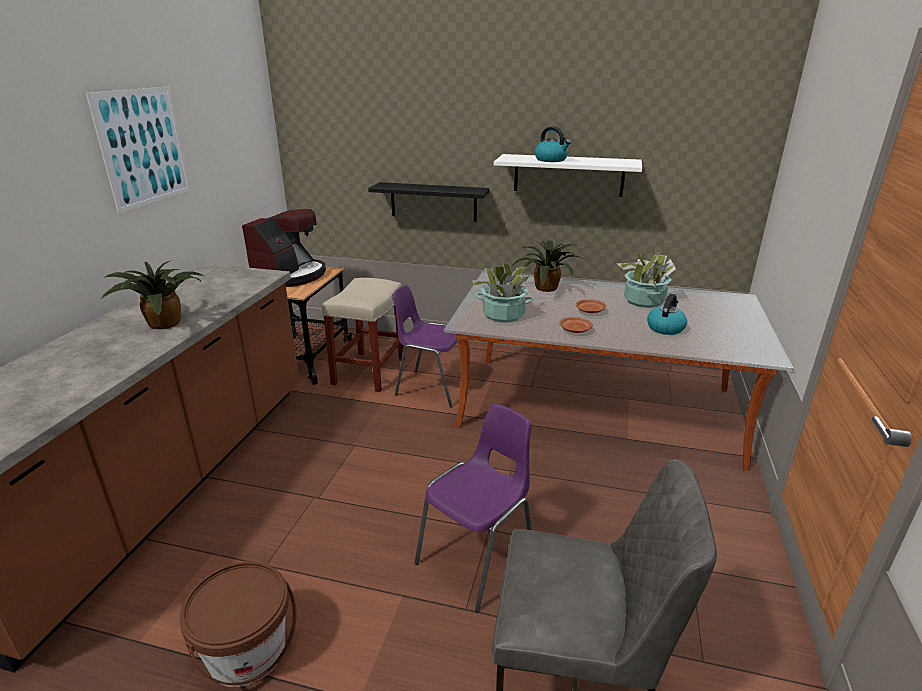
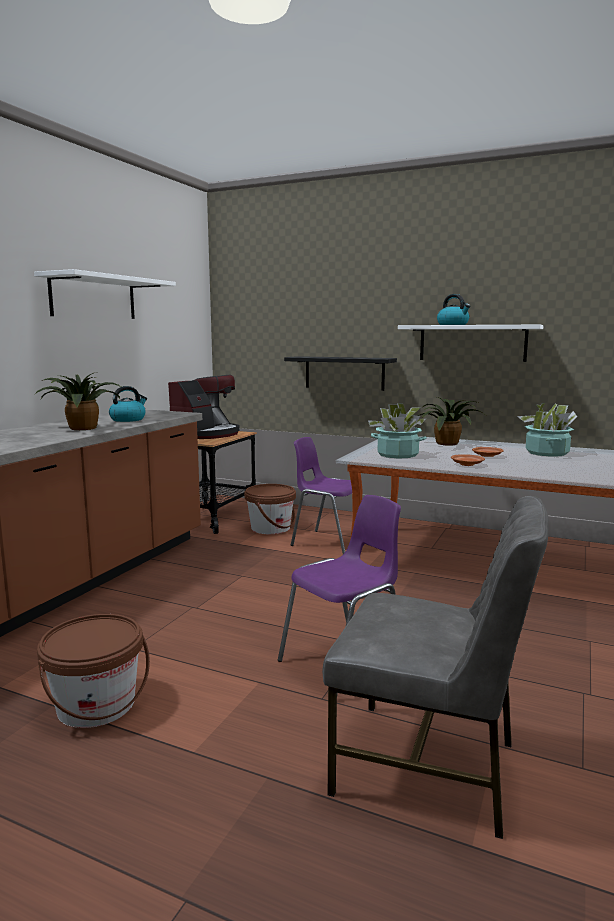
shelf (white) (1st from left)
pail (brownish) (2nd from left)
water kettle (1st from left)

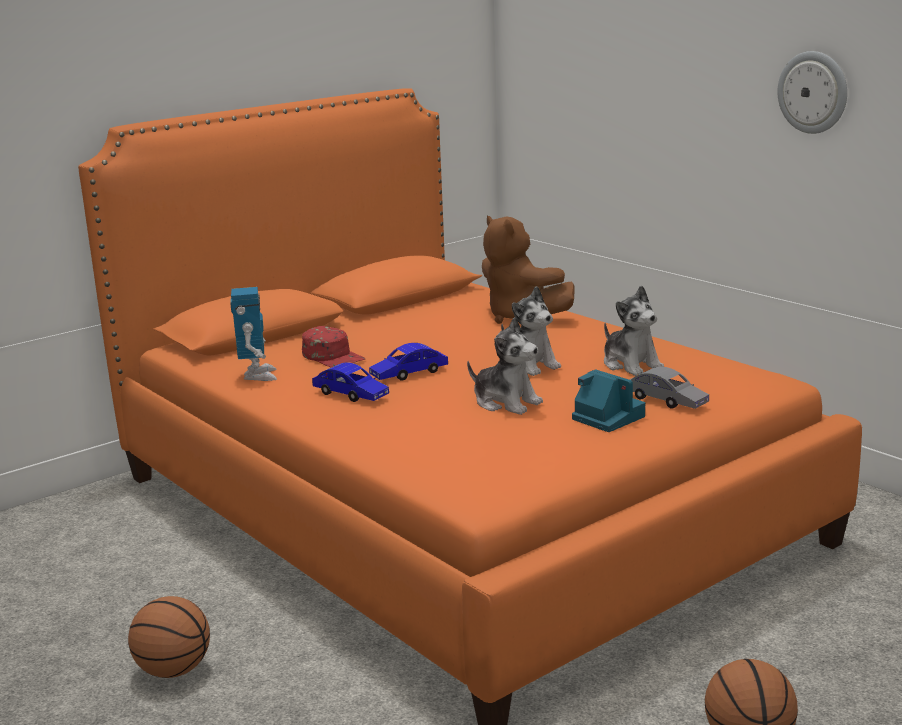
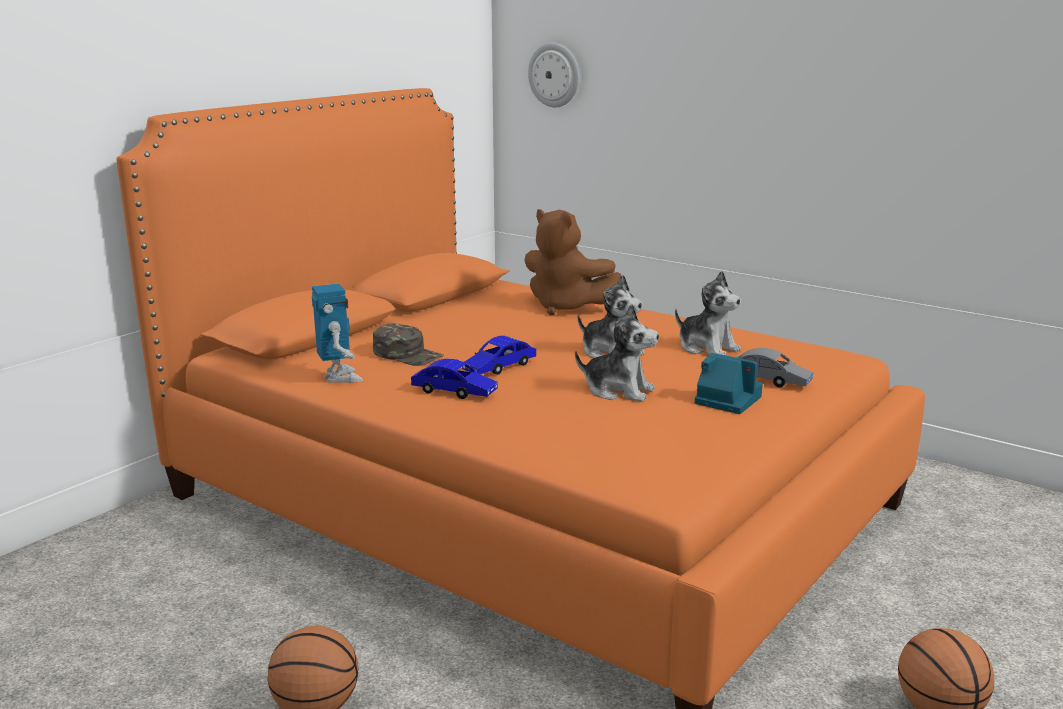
wall clock
peaked cap (green)

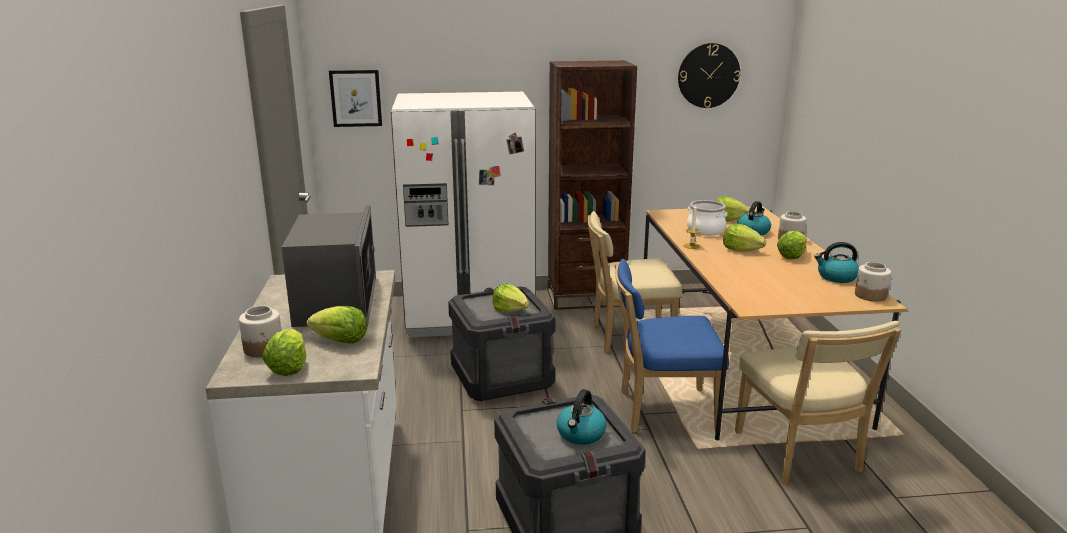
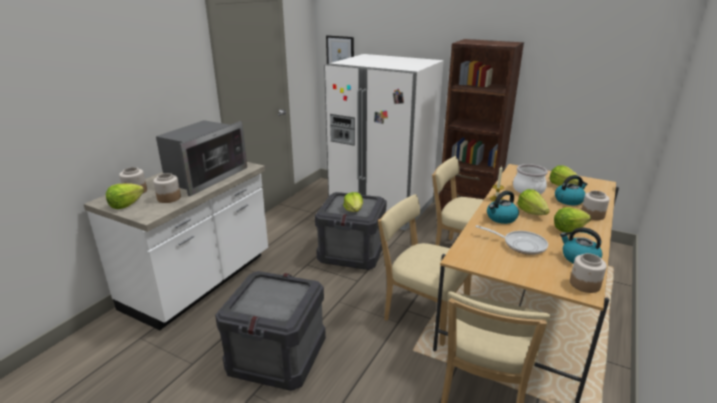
wall clock
upright chair (beige) (1st from left)
preserve jar (2nd from left)
water kettle (1st from left)
skillet

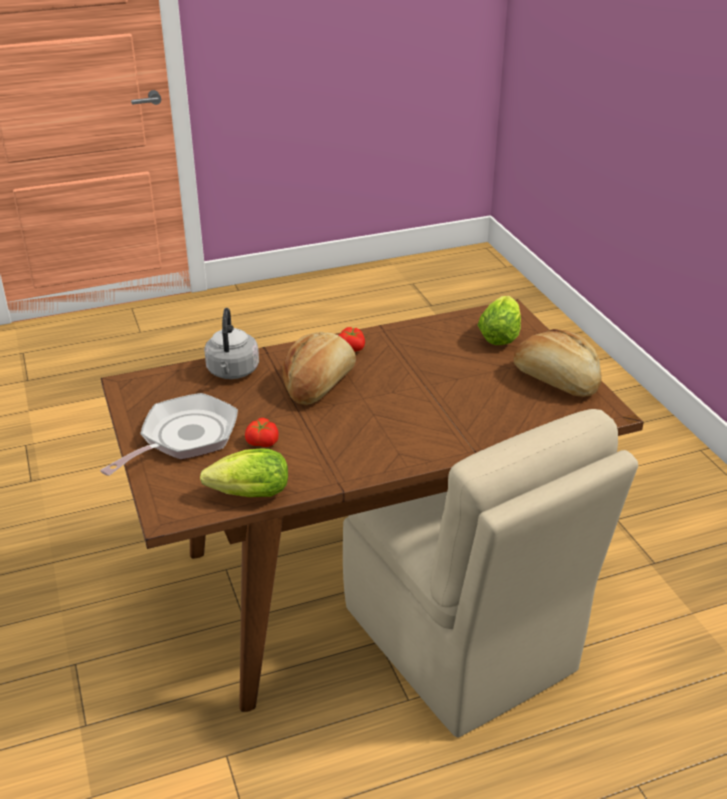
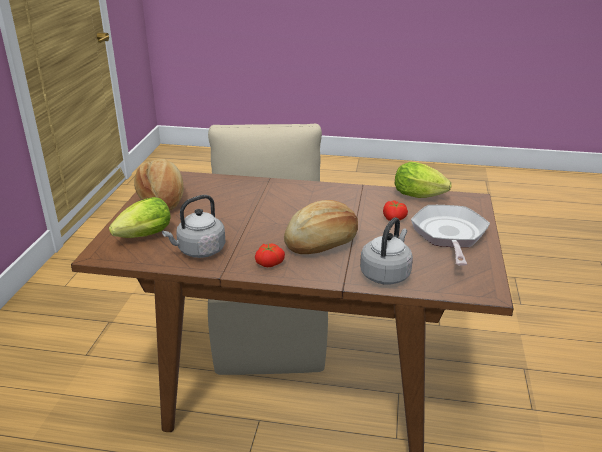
skillet
water kettle (grey) (1st from left)

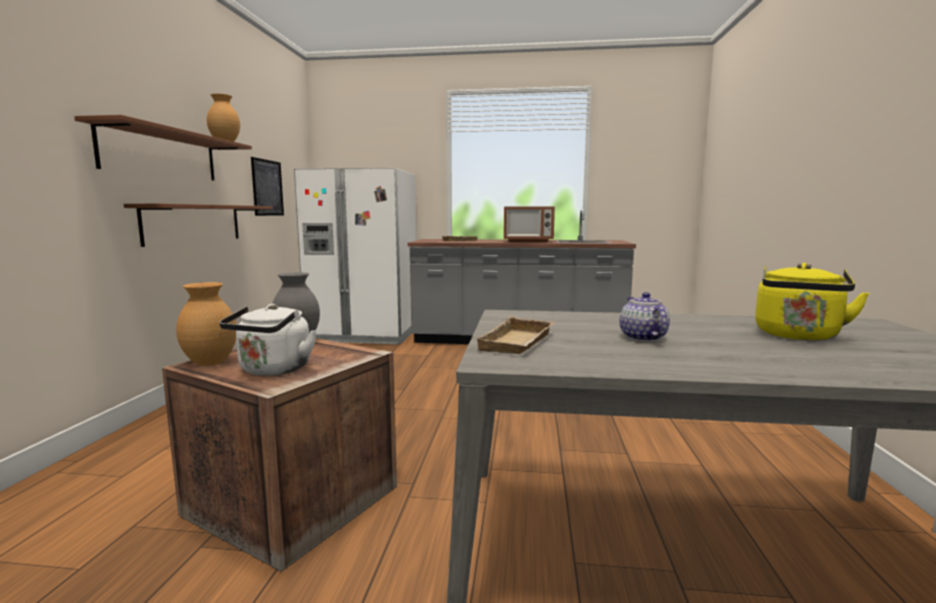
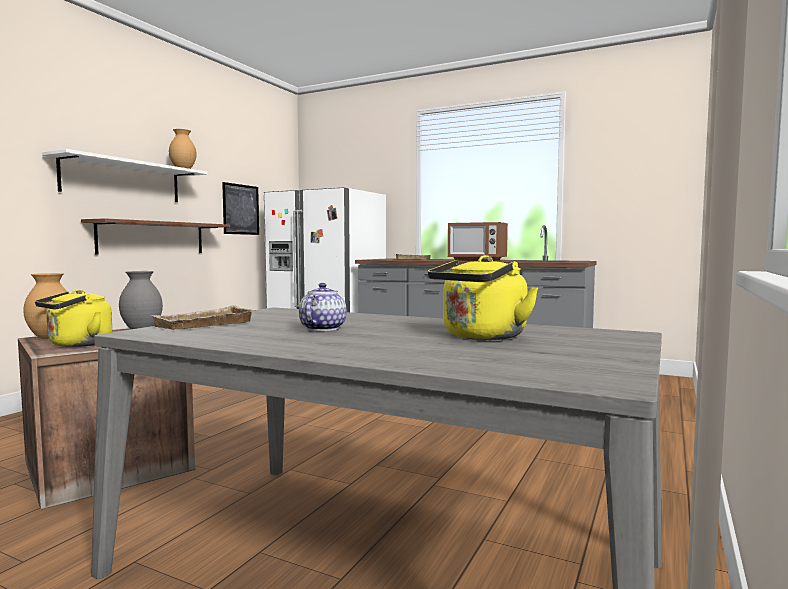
shelf (white)
water kettle (yellow) (1st from left)

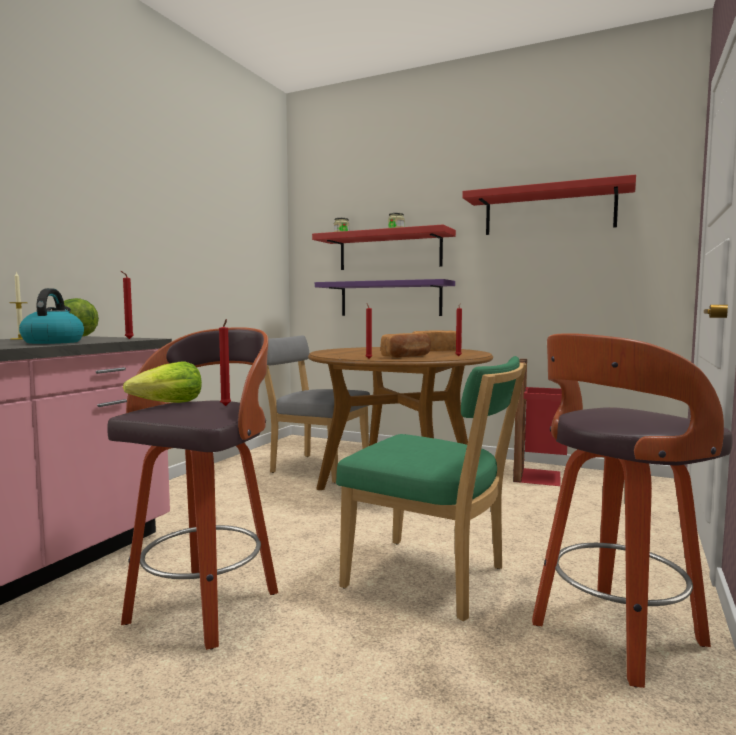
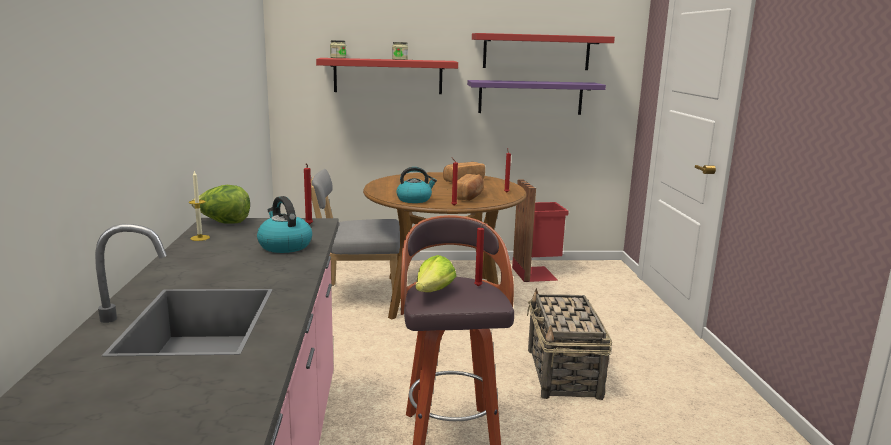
shelf (purple)
sitting stool (2nd from left in the first image)
storage basket
water kettle (2nd from left)

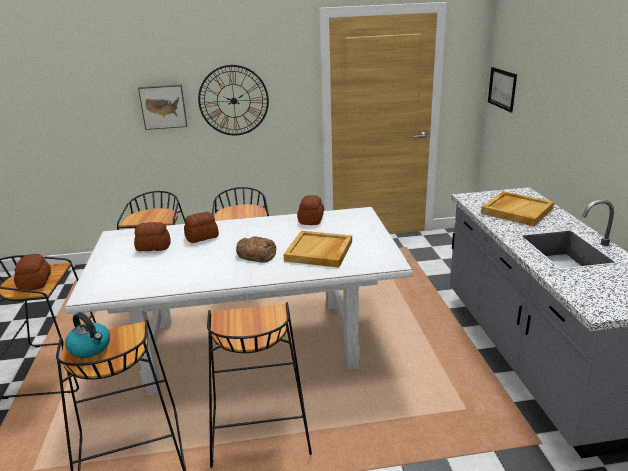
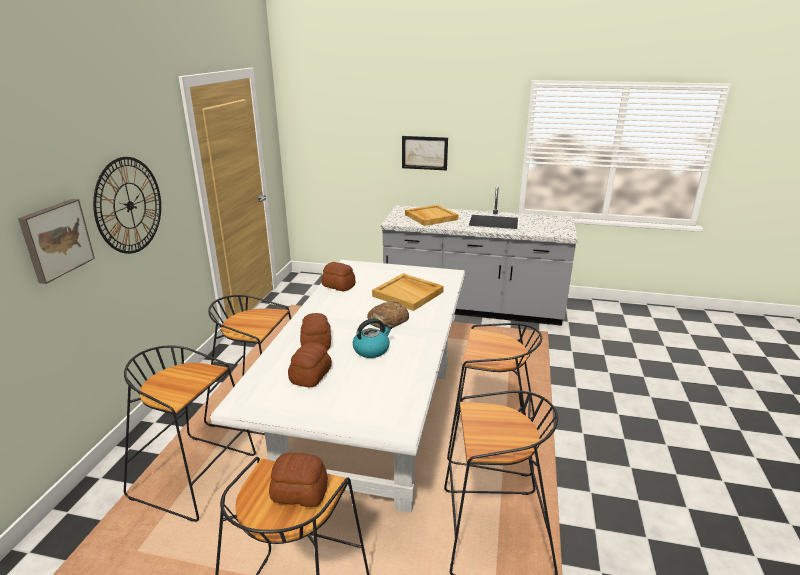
picture (2nd from left)
water kettle

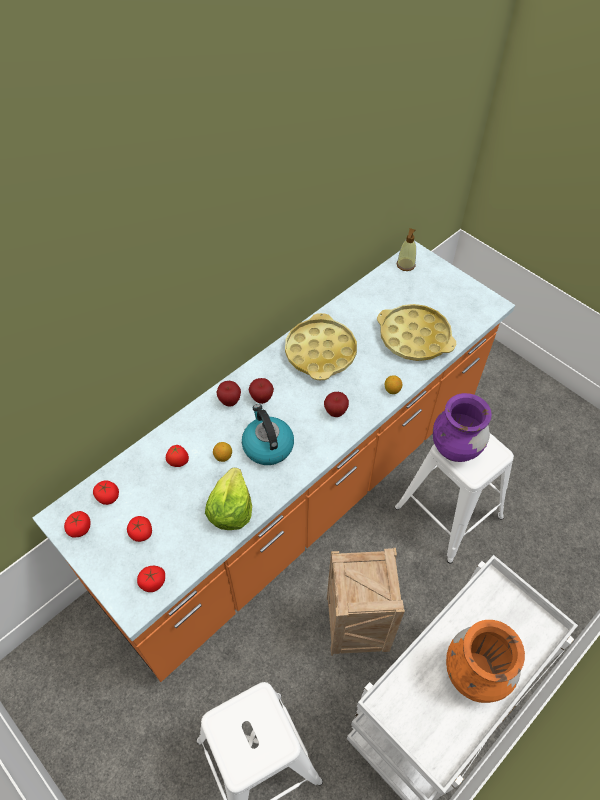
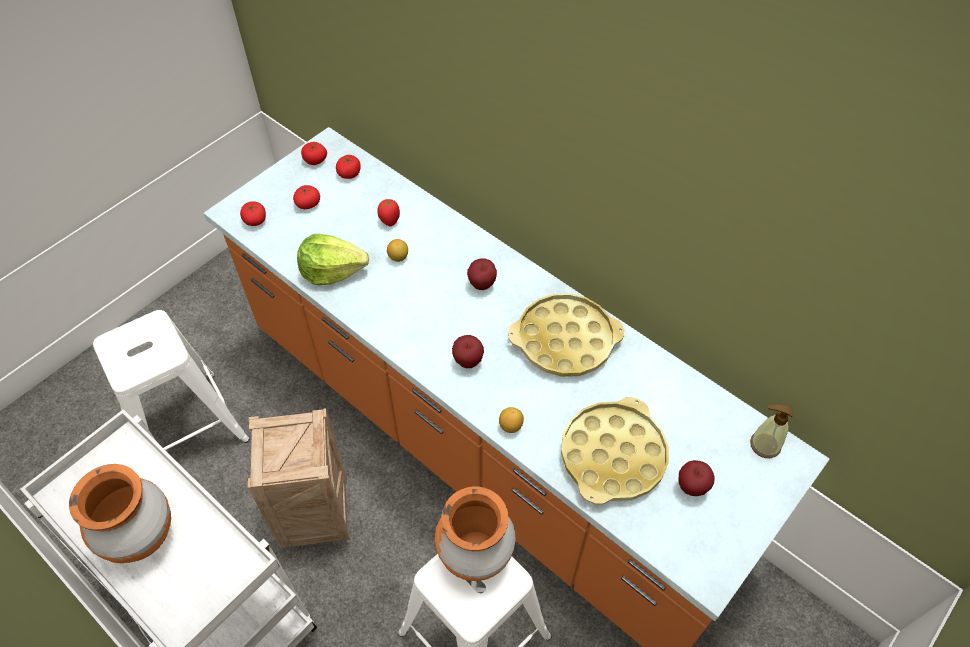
whole apple (3rd from left)
vase (orange-coloured) (2nd from left)
water kettle

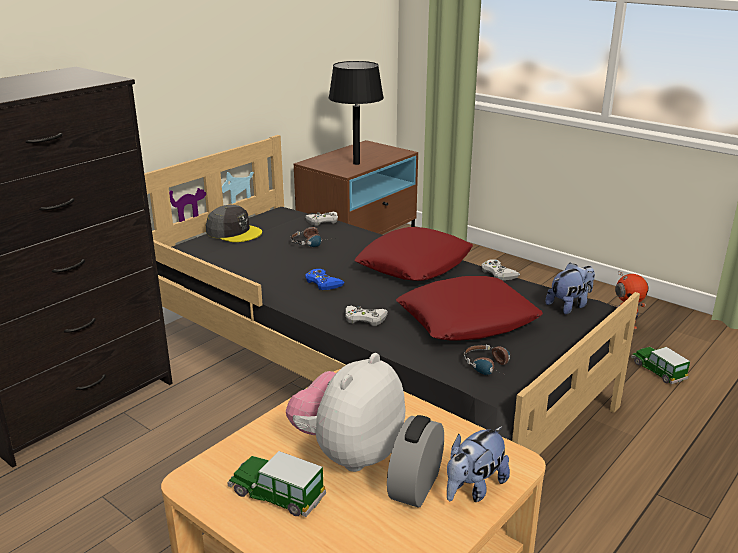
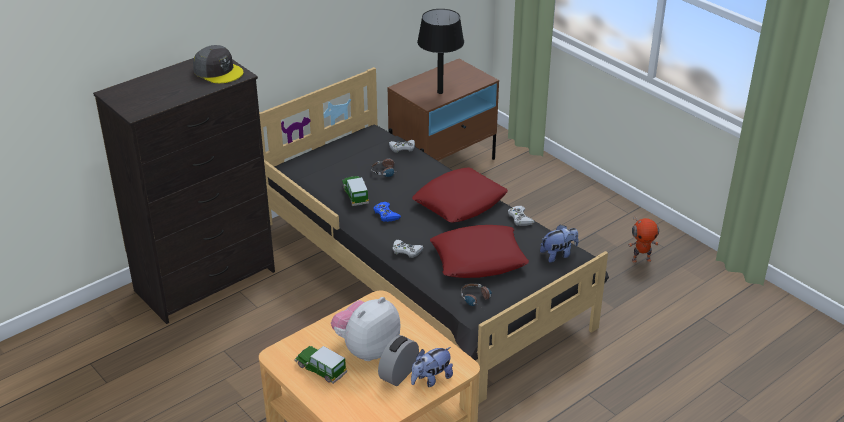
peaked cap (grey)
miniature car (2nd from left)

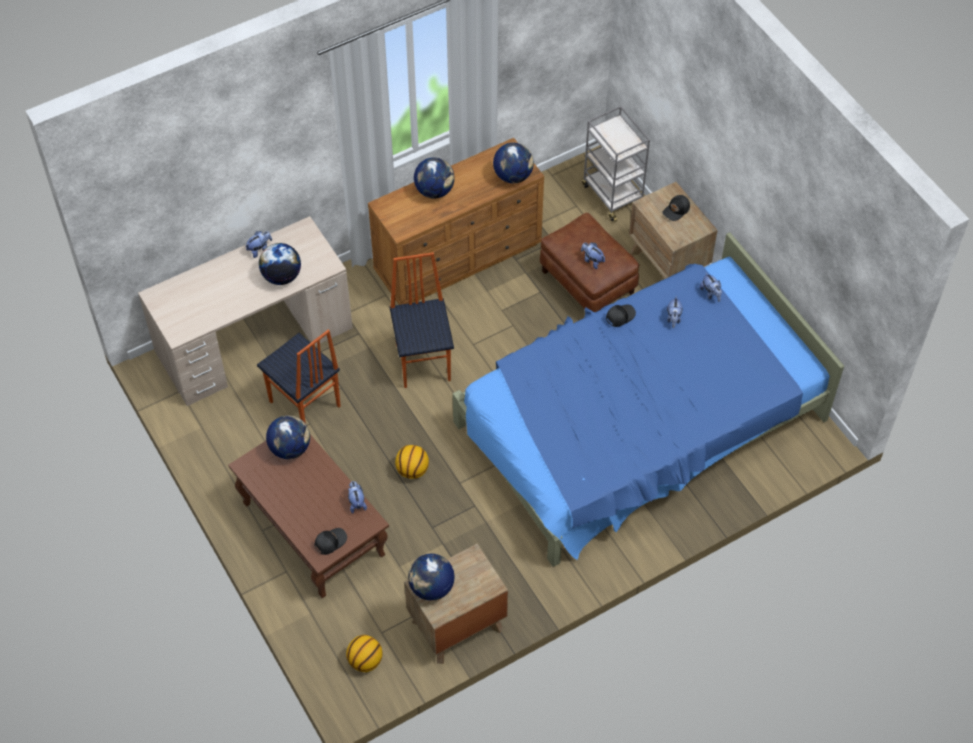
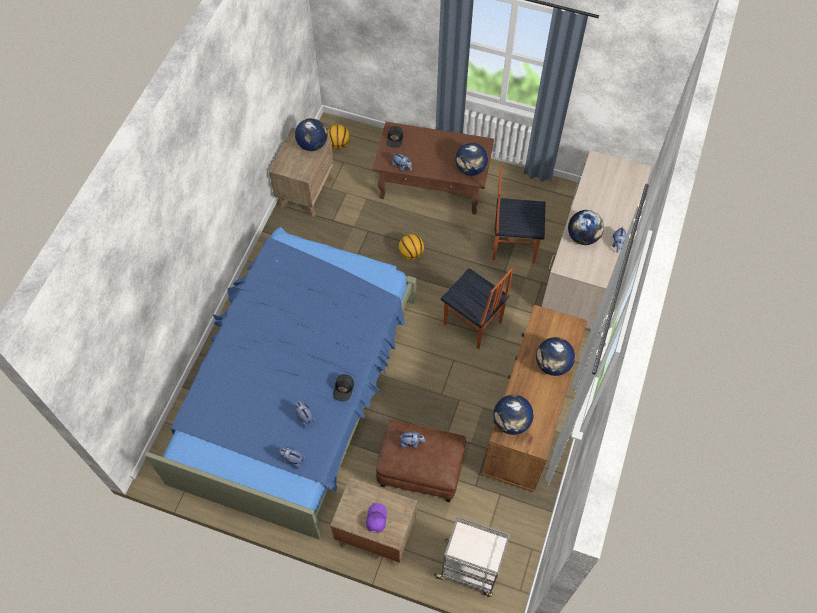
peaked cap (purple)

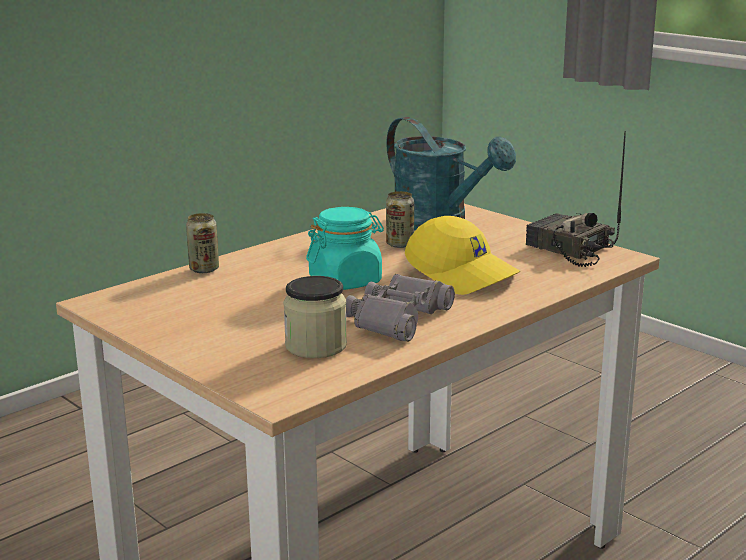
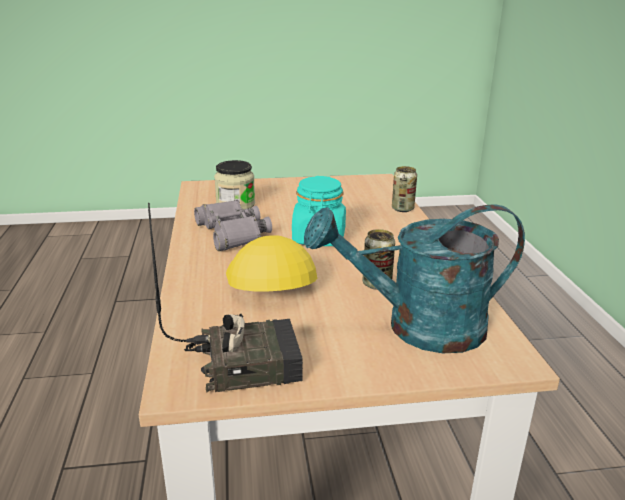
peaked cap (yellow)

